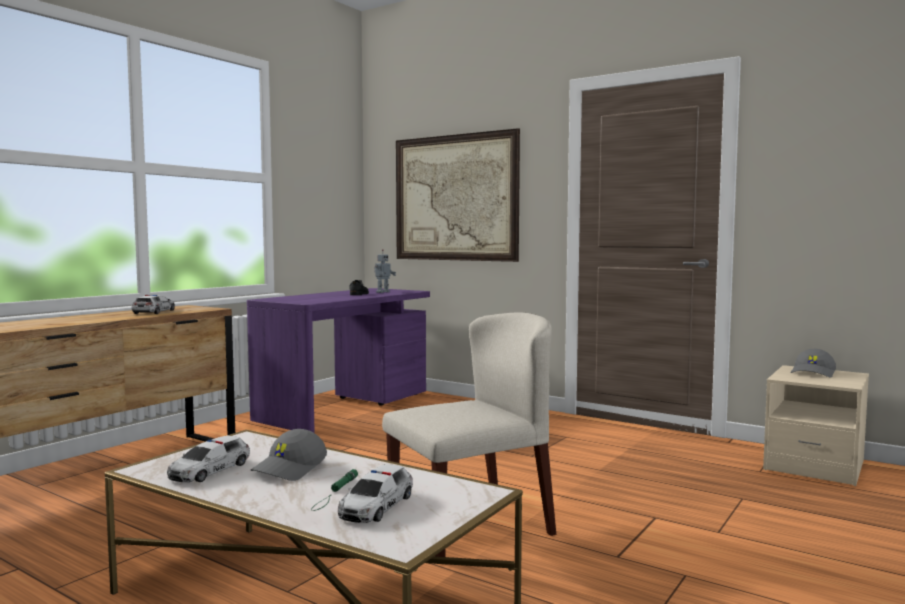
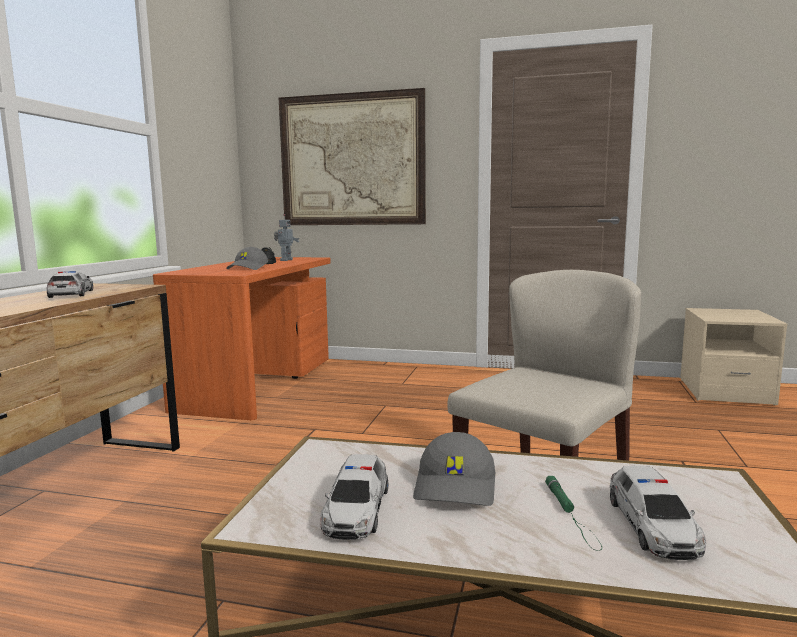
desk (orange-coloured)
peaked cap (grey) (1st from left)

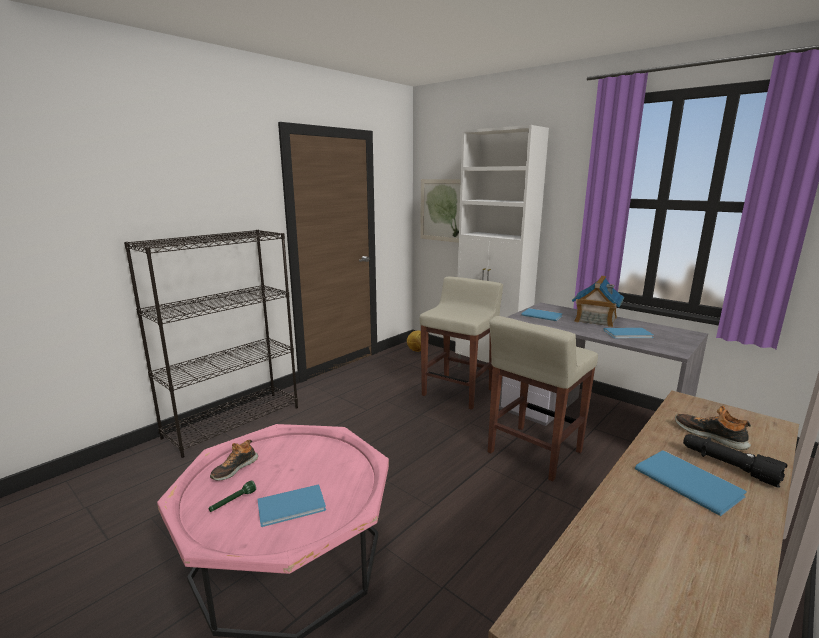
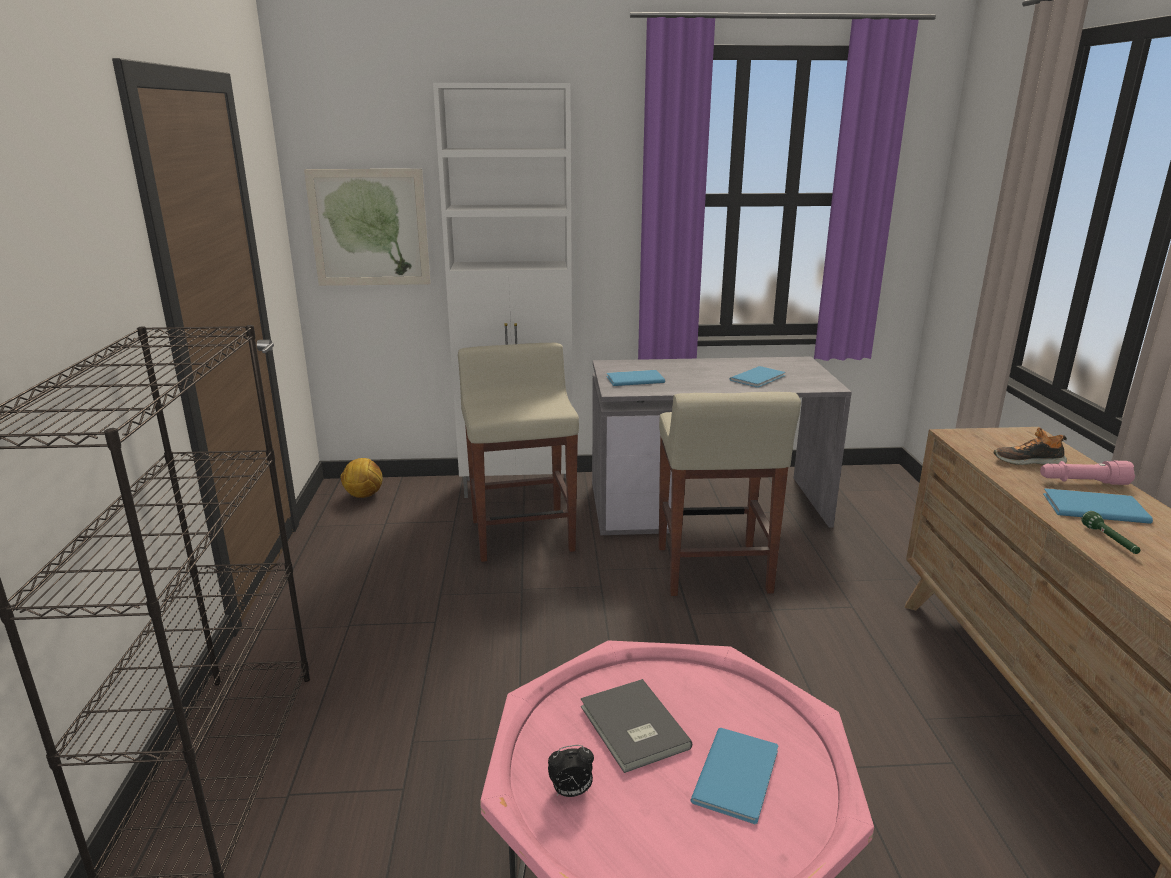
model house
flashlight (pinkish)
bedside clock
flashlight (green)
book (grey)

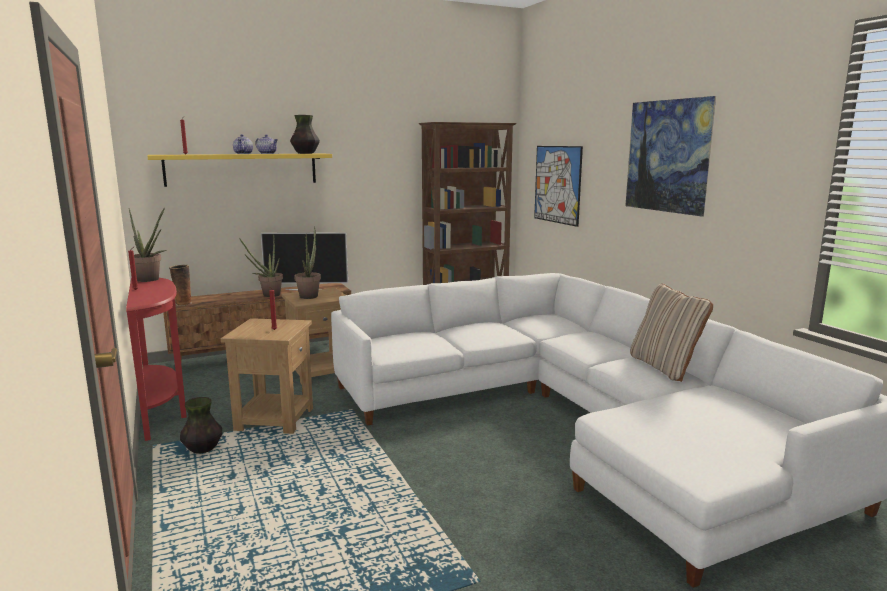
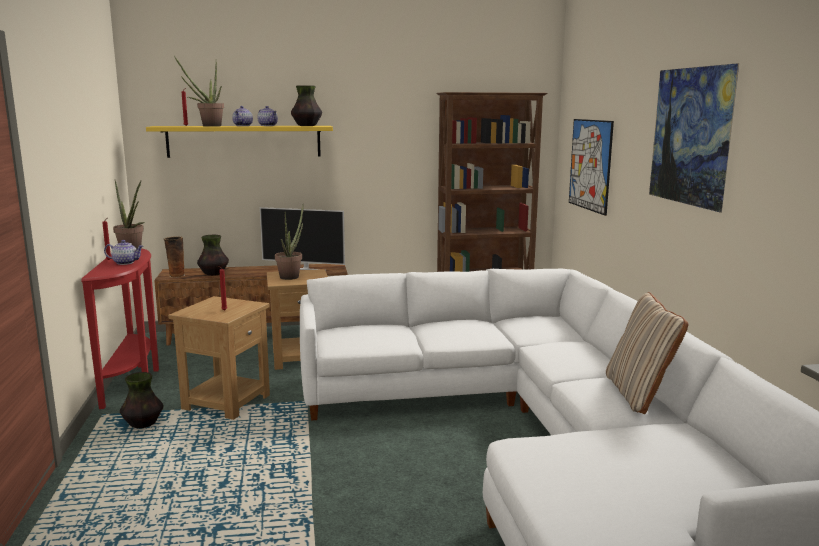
potted plant (2nd from left)
vase (3rd from left)
pot for tea (1st from left)

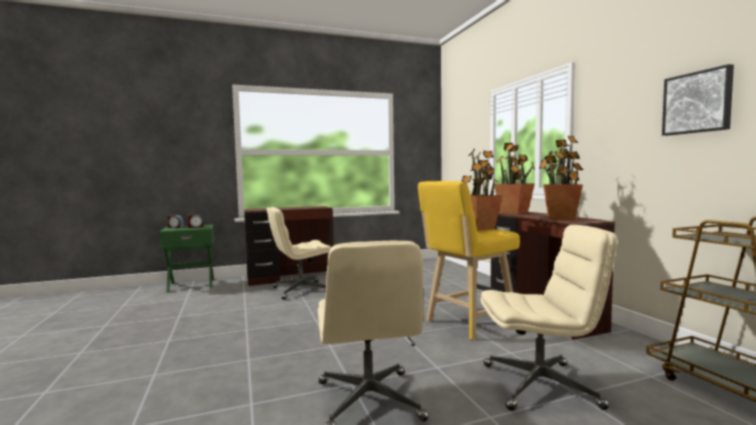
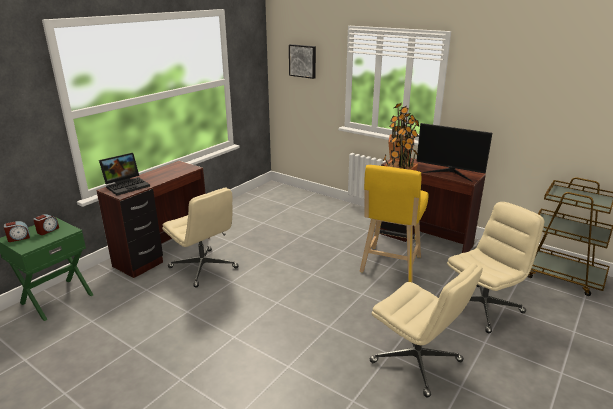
picture
computer screen
computer chair (beige) (1st from left)
portable computer

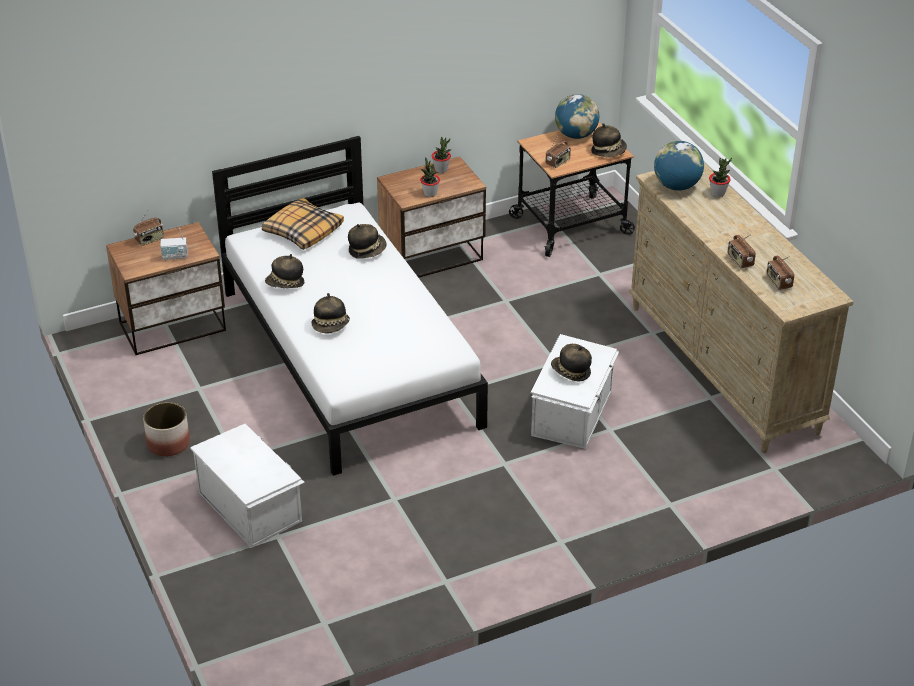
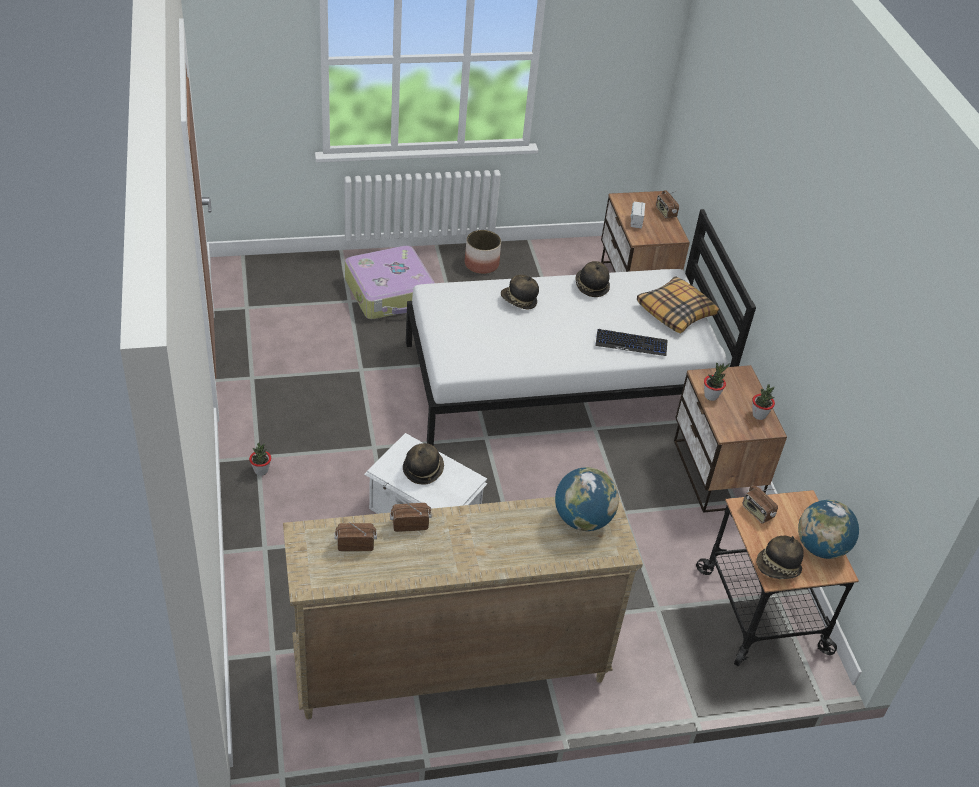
potted plant (1st from left)
keyboard
travel case

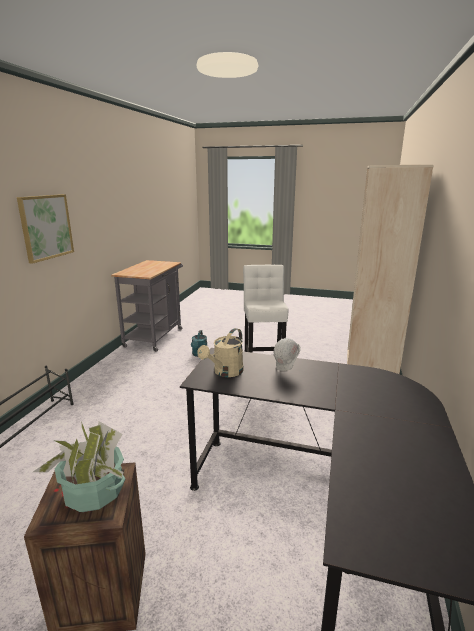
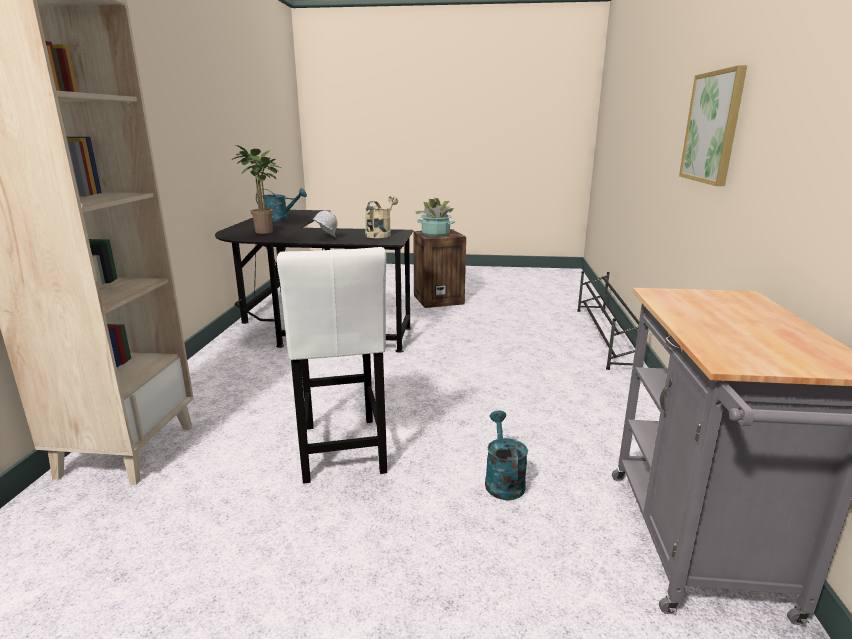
potted plant (1st from left)
watering pot (blue-green) (1st from left)

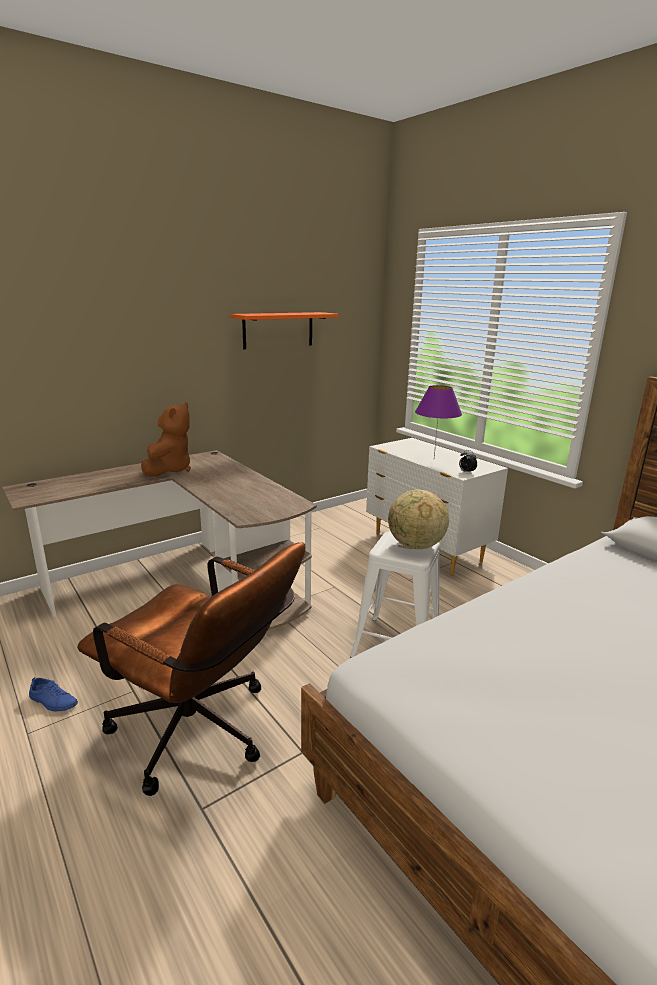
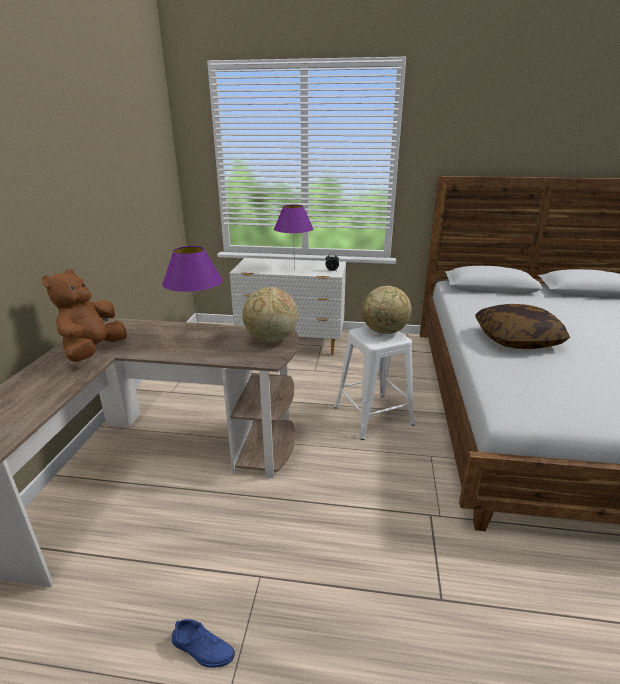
shelf (orange-coloured)
cuddly toy (brownish)
computer chair (brownish)
item of footwear (bluish)
tabletop lamp (purple) (1st from left)
desk globe (1st from left)
throw pillow

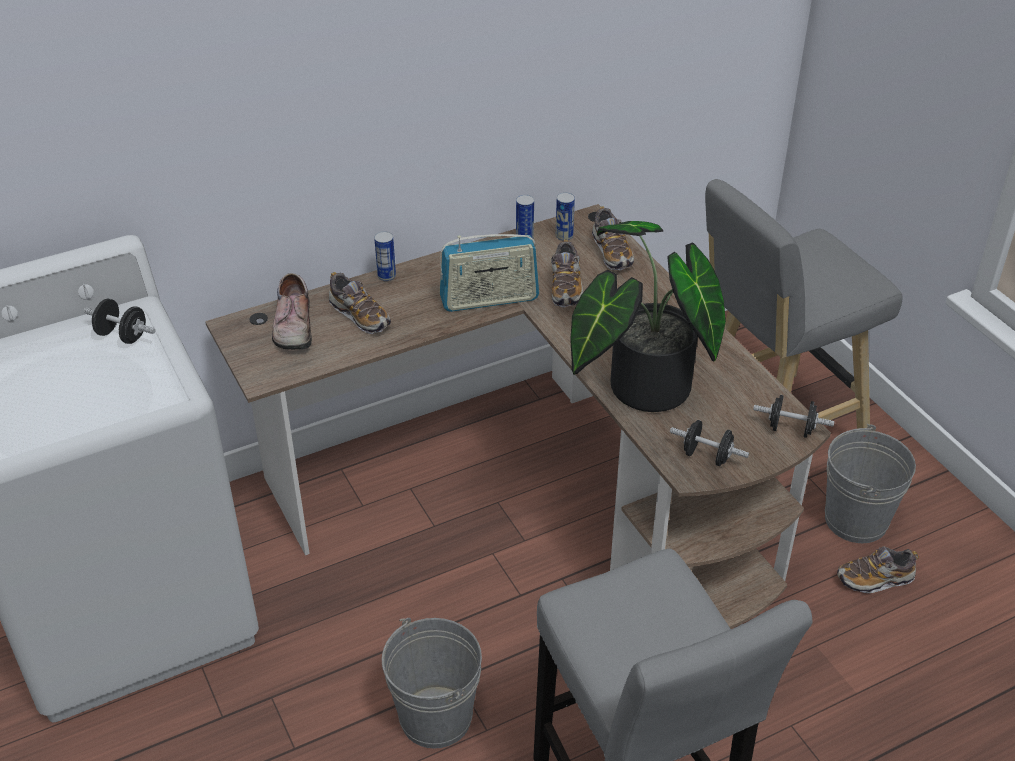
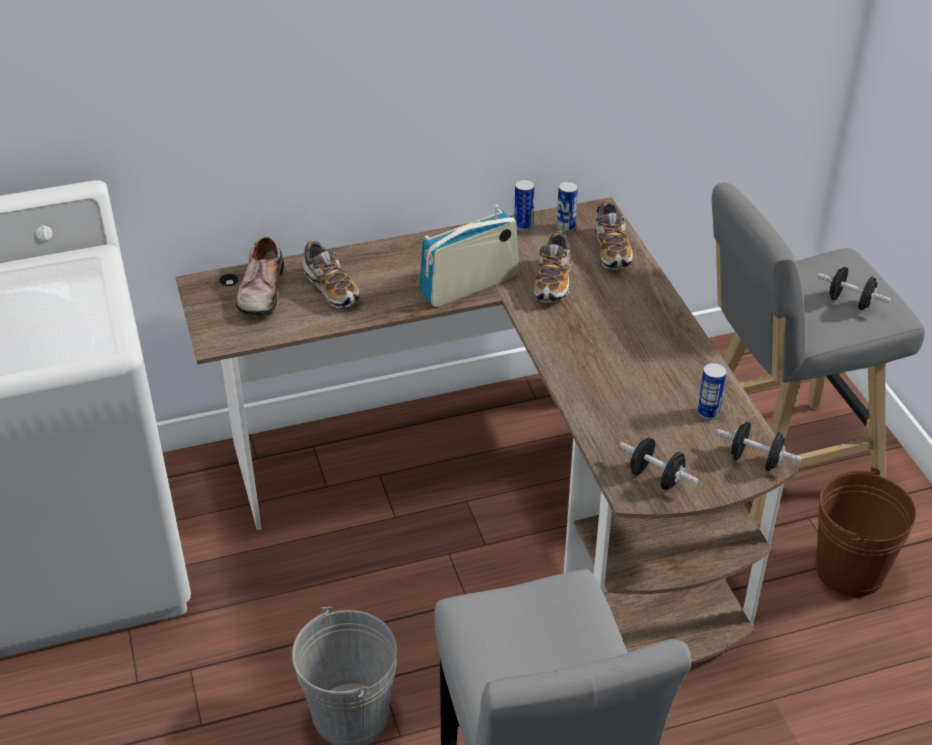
potted plant
can (3rd from left)
radio receiver
dumbbell (blackish) (3rd from left)
pail (brownish)
item of footwear (5th from left in the first image)

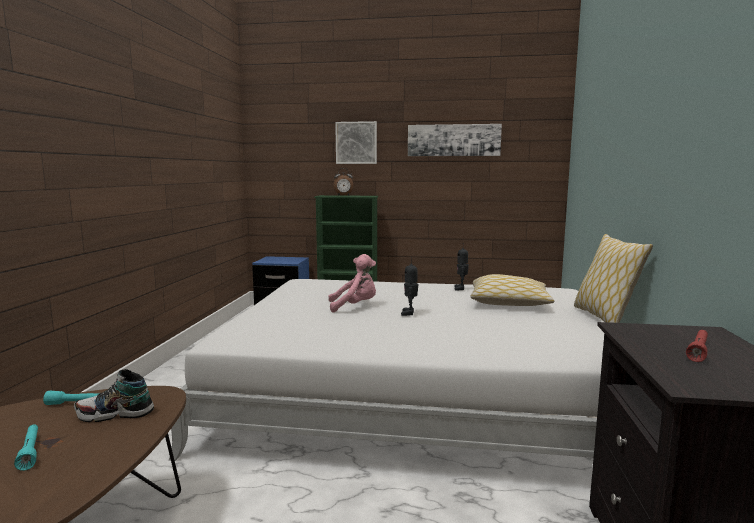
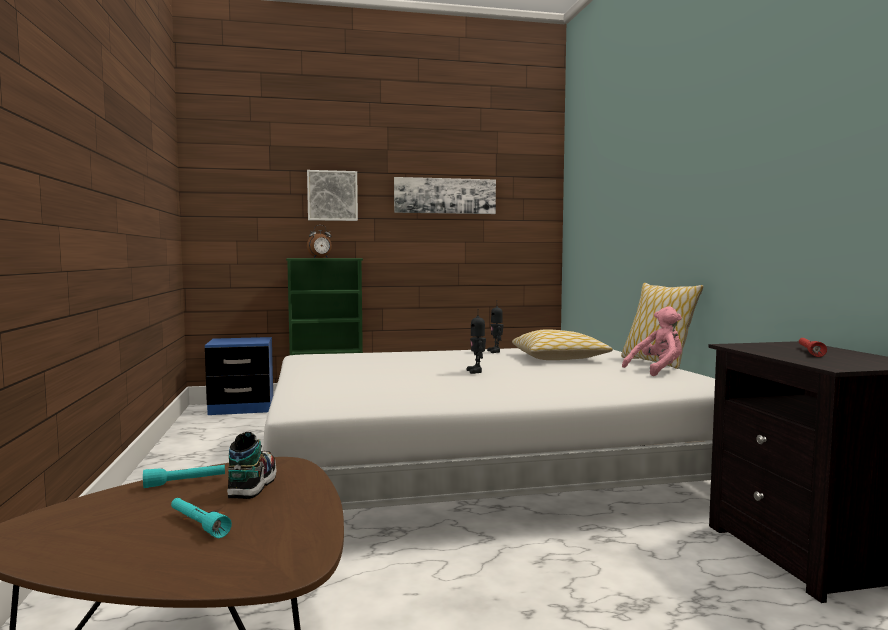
cuddly toy (pinkish)
item of footwear

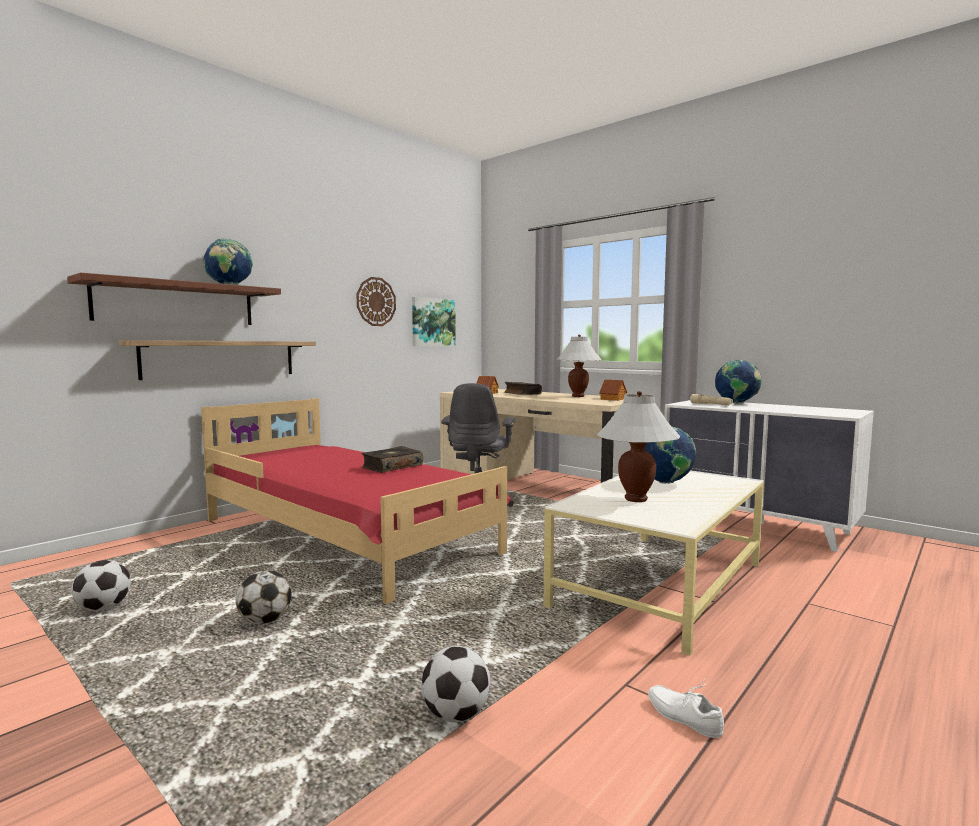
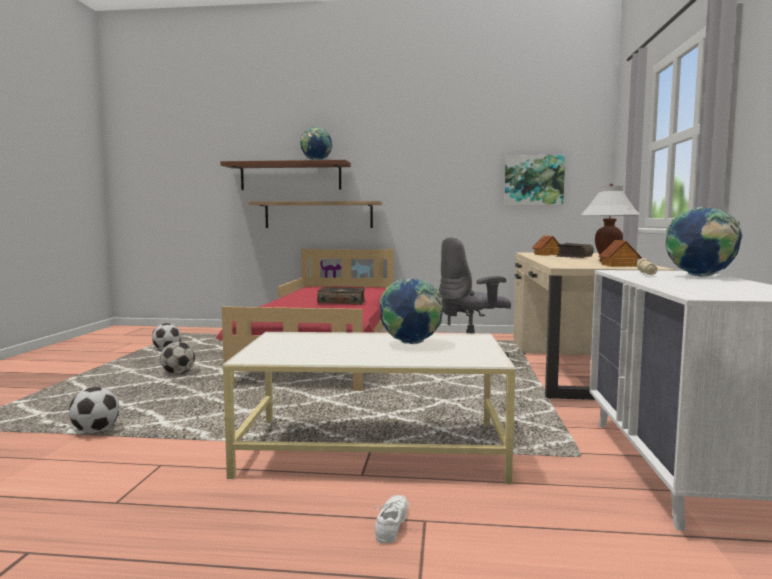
wall clock
tabletop lamp (white) (2nd from left in the first image)
item of footwear (white)

